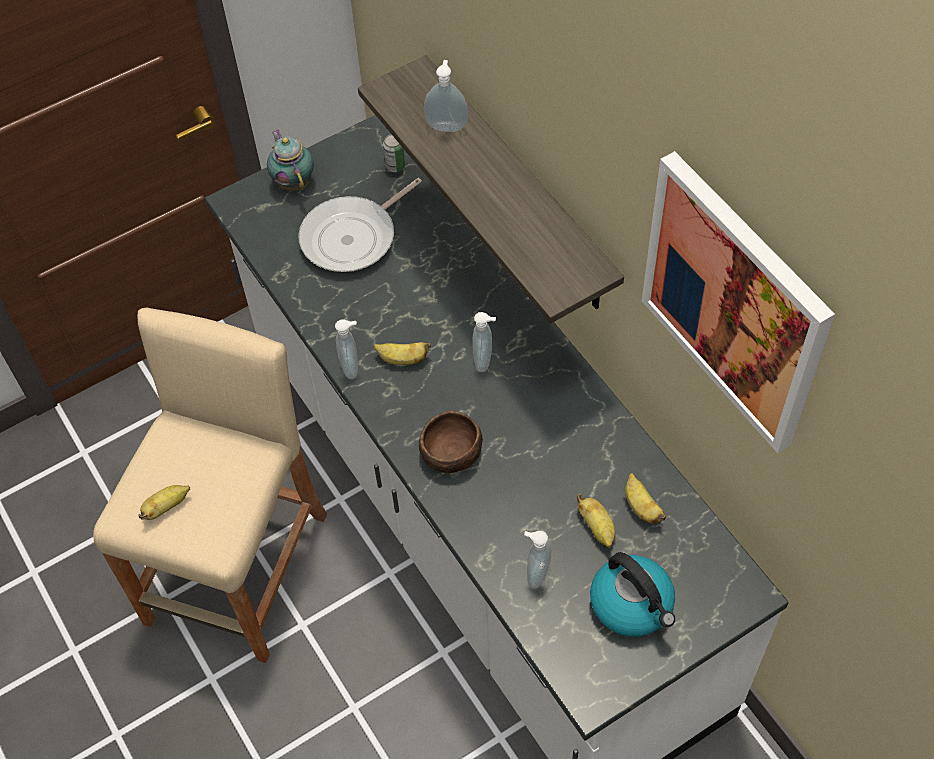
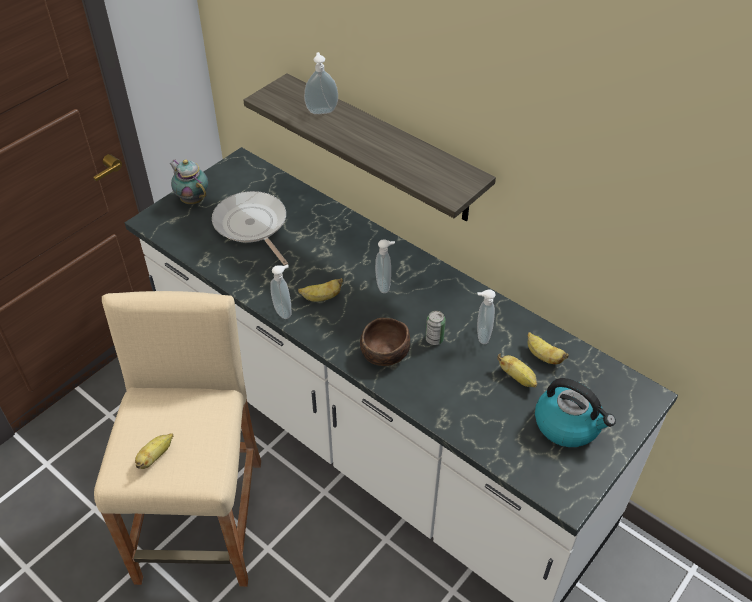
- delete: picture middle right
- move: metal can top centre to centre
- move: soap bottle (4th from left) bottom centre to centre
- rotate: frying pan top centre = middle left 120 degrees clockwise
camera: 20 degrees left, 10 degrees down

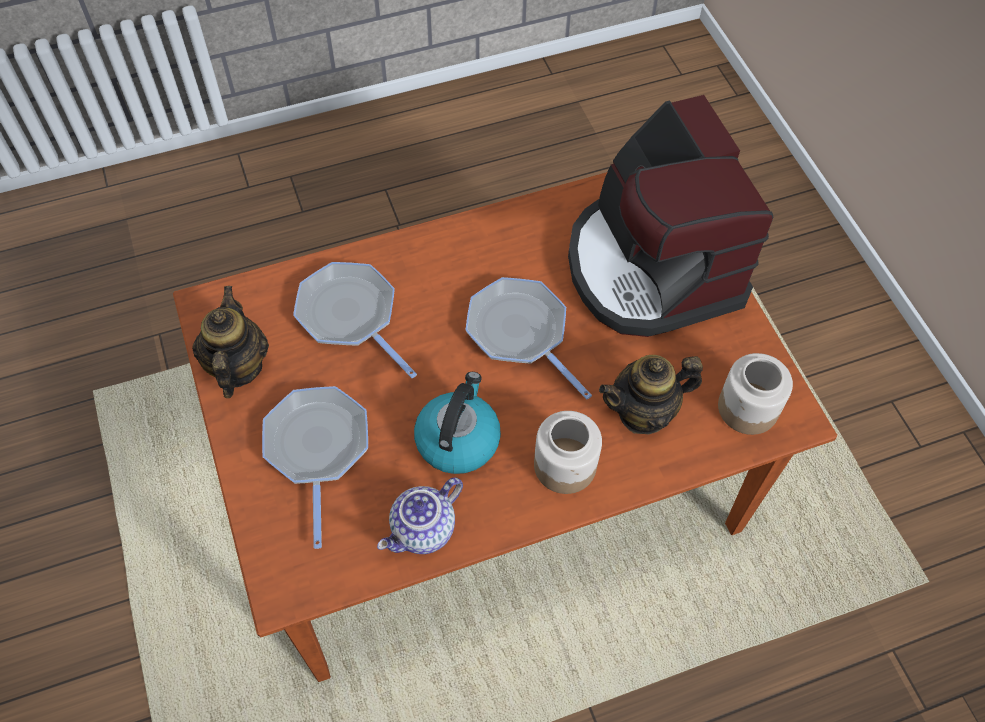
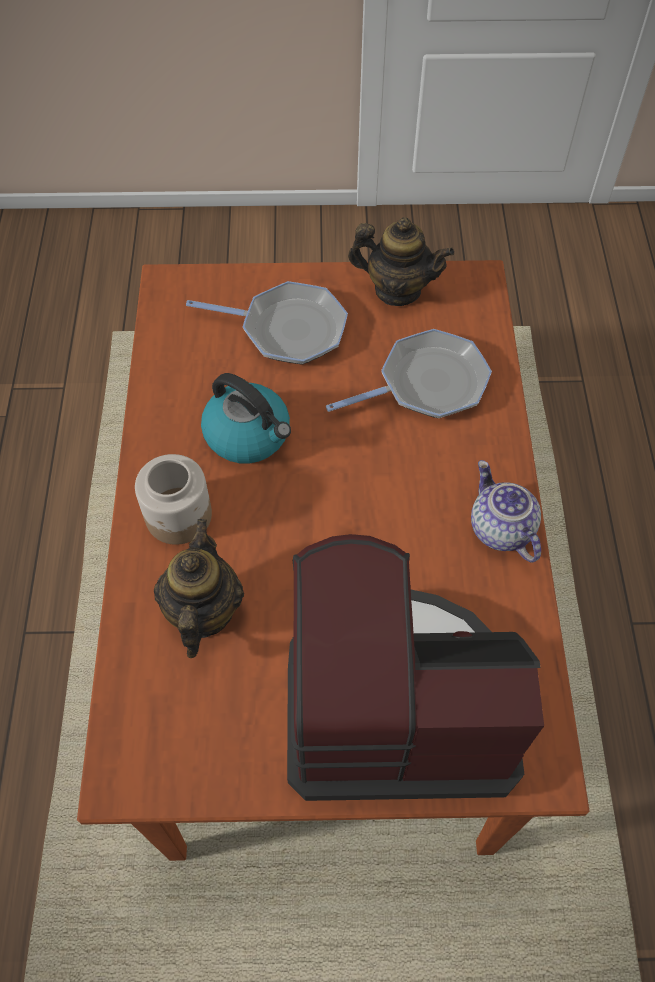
- delete: frying pan (3rd from left) centre
- delete: storage jar (2nd from left) middle right
- move: teapot (2nd from left in the first image) bottom centre to teapot (3rd from left) middle right
camera: 110 degrees right, 0 degrees up

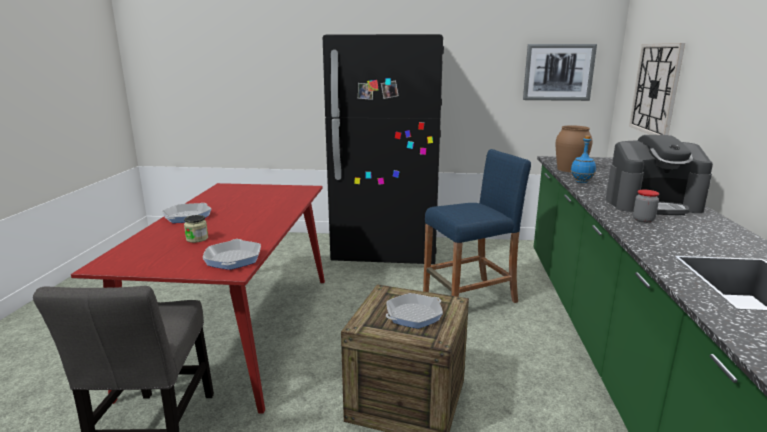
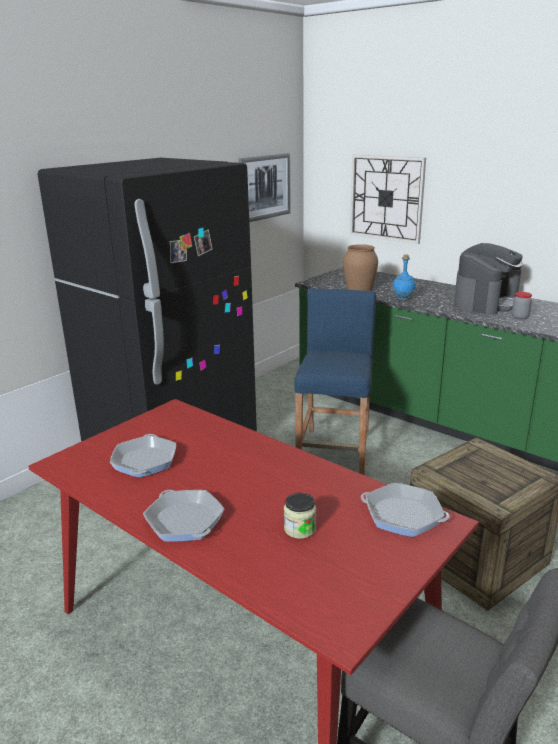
- move: frying pan (3rd from left in the first image) bottom centre to frying pan (1st from left) middle left
camera: 55 degrees left, 5 degrees up

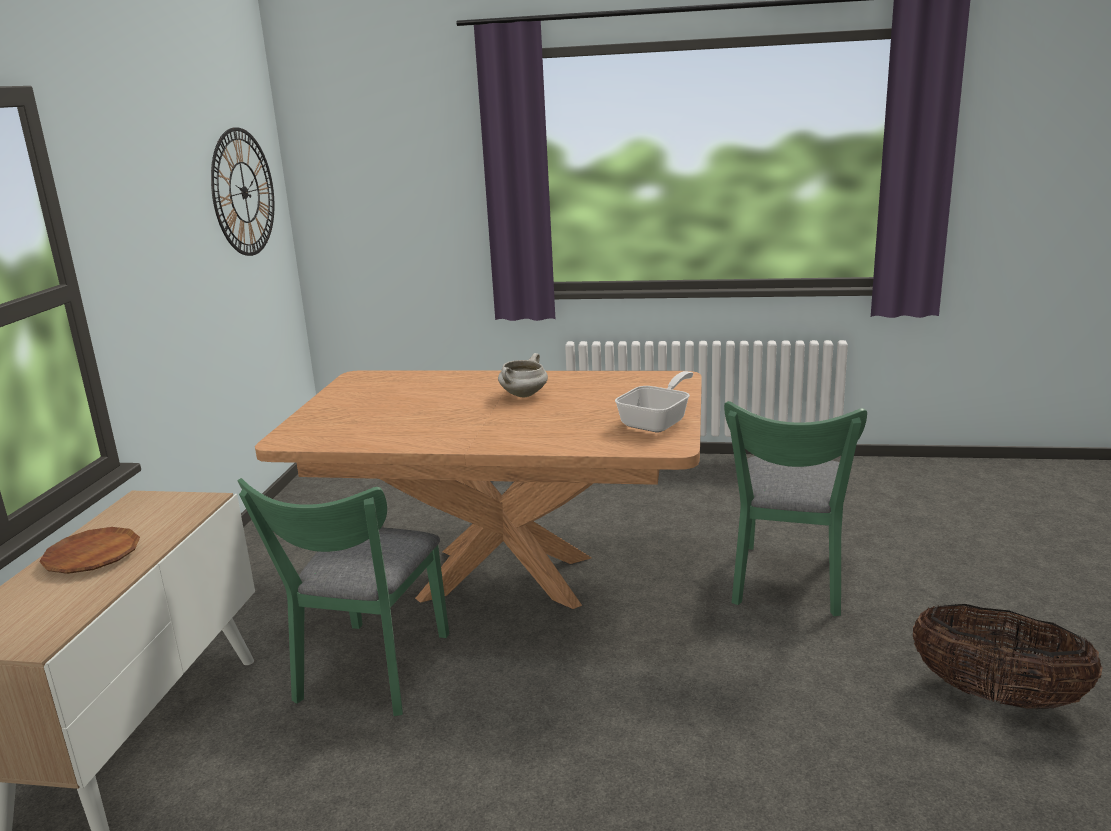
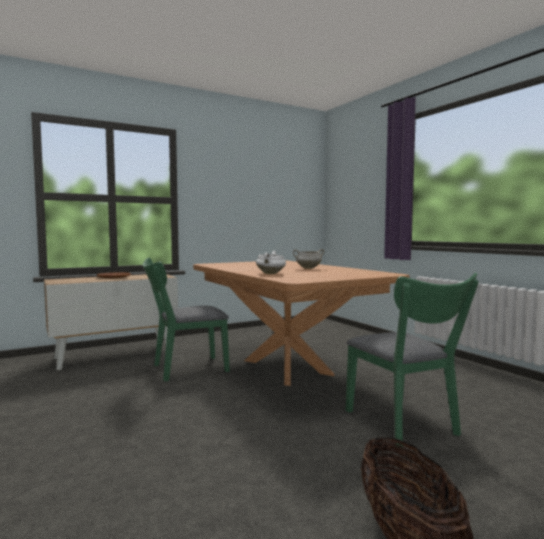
- delete: hanging clock top left
- delete: frying pan centre
- insert: stockpot in whitish (1st from left) centre
- rotate: plain chair in greenish (2nd from left) middle right = bottom right 90 degrees counterclockwise
camera: 50 degrees right, 15 degrees down

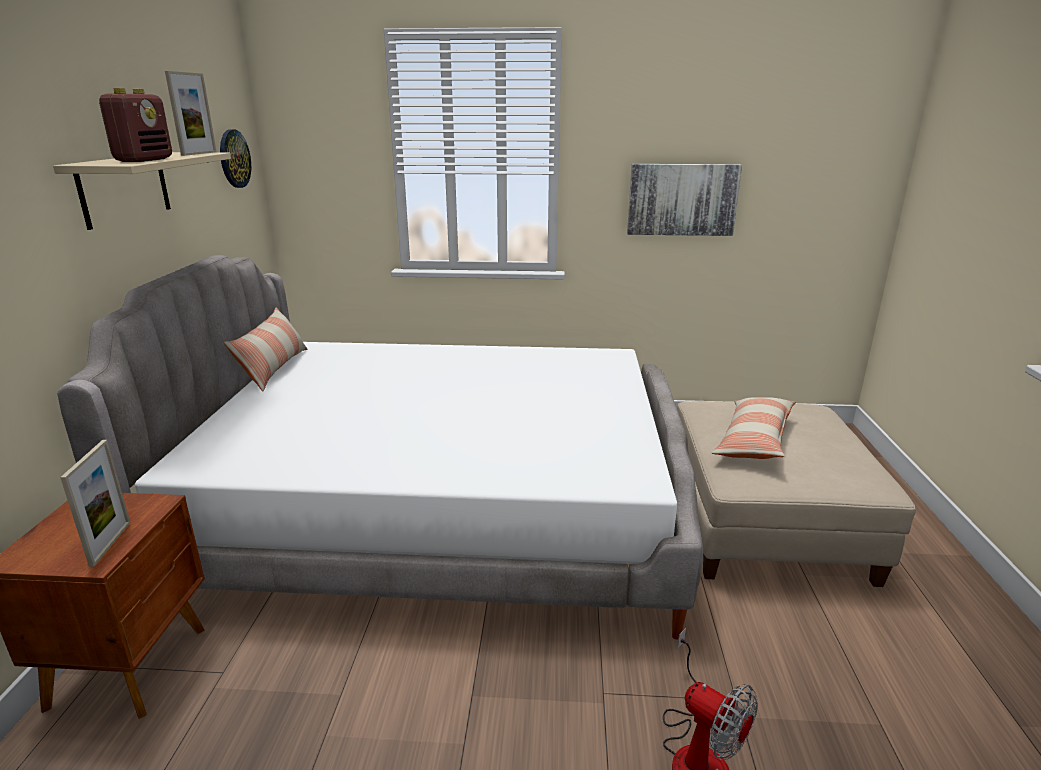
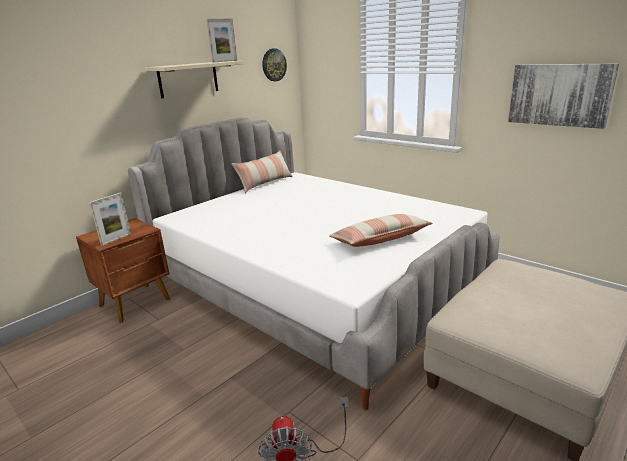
- delete: radio top left
- move: pillow (2nd from left) middle right to centre
camera: 40 degrees right, 0 degrees up

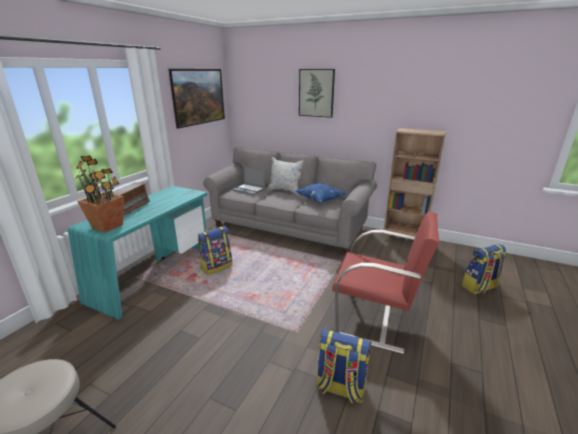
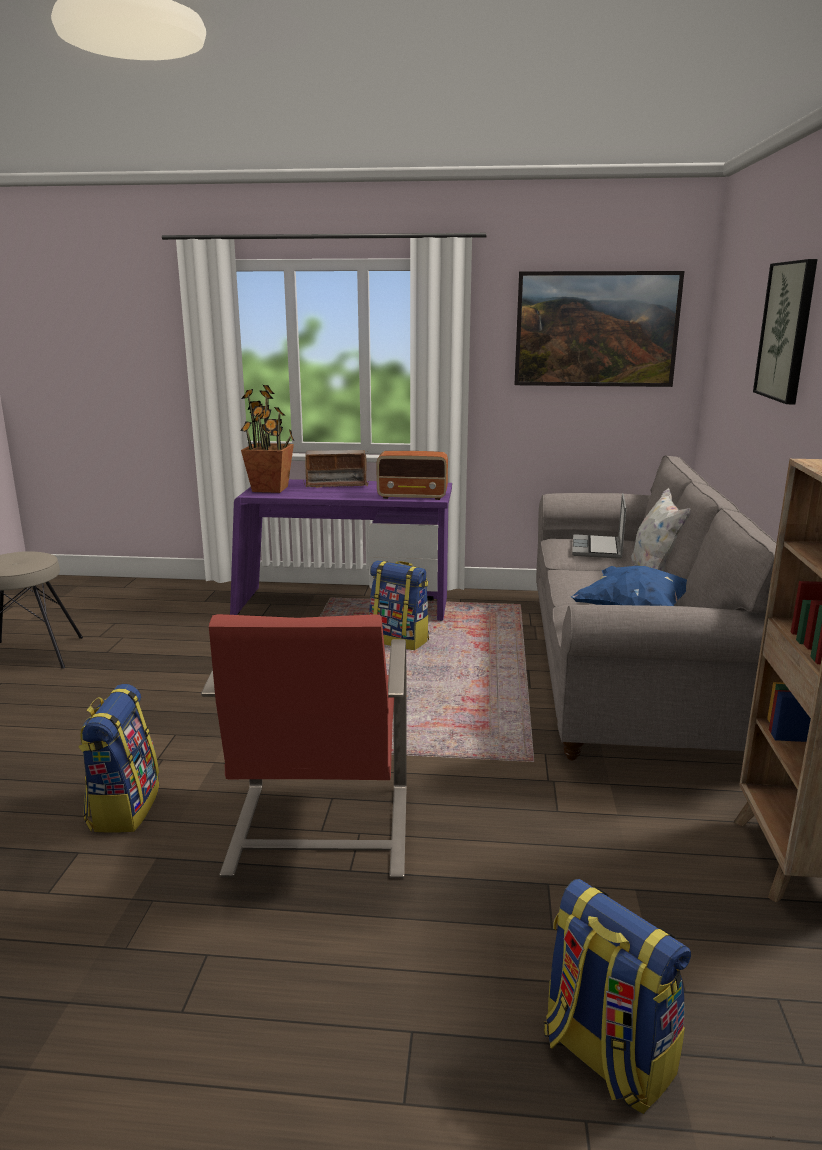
- insert: radio (2nd from left) centre
- recolor: desk in blue-green middle left to desk in purple-coloured centre
camera: 70 degrees right, 5 degrees down

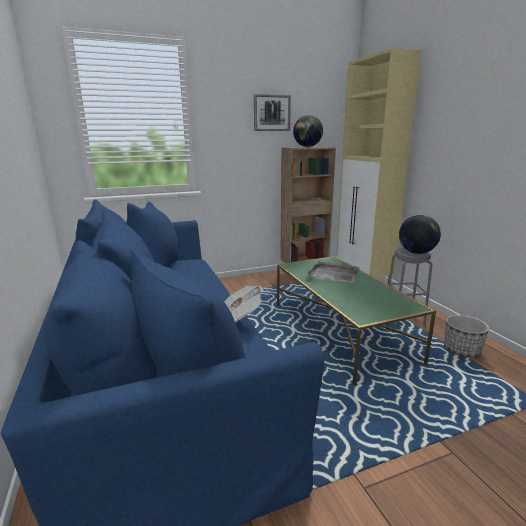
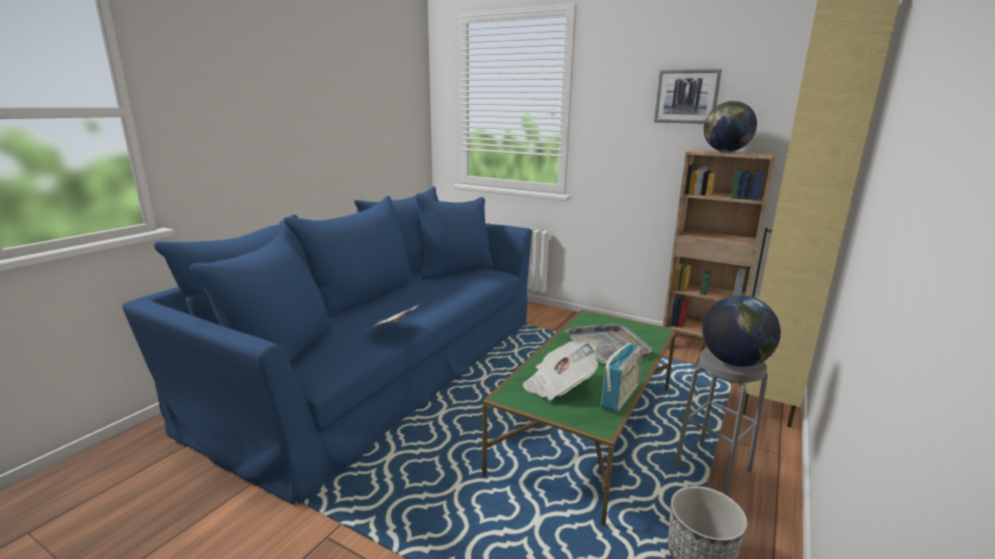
- insert: newspaper (2nd from left) centre
- insert: radio bottom centre
camera: 50 degrees right, 0 degrees up

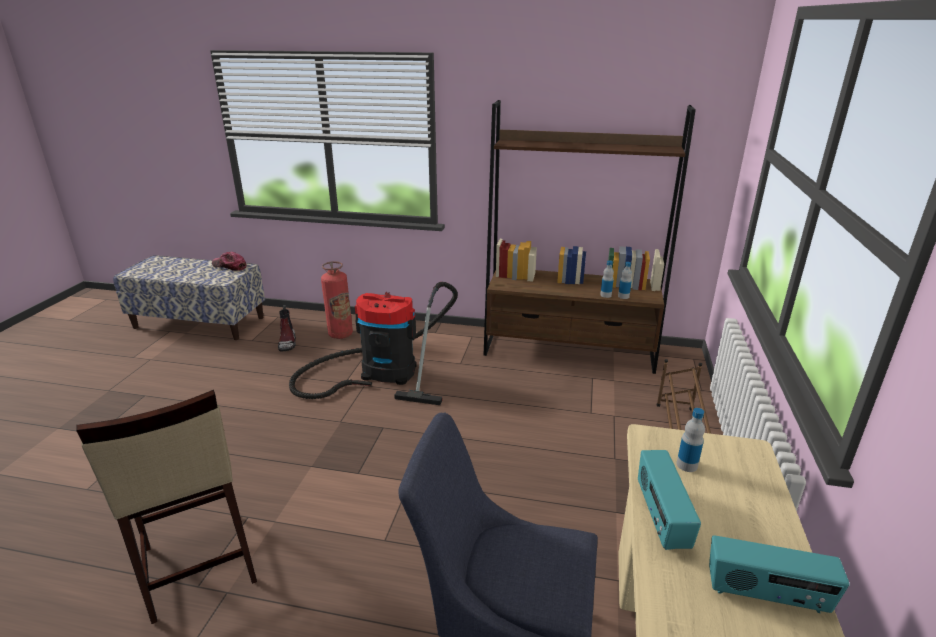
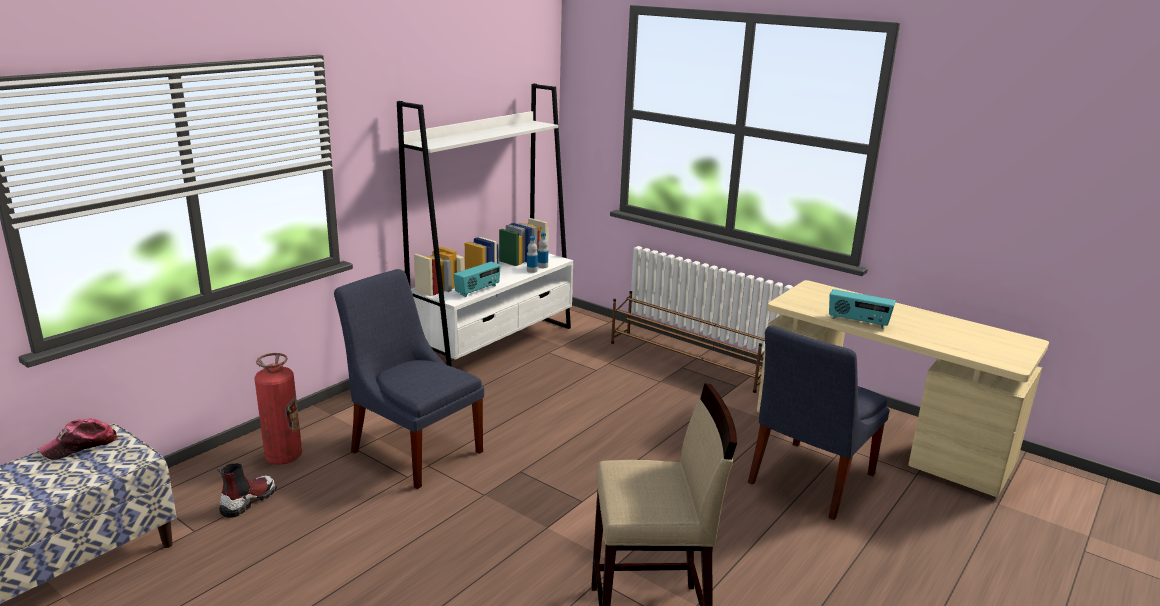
- delete: bottle (3rd from left) bottom right
- move: radio (2nd from left in the first image) bottom right to radio (1st from left) centre
- replace: vacuum centre to plain chair in bluish (1st from left) centre
- recolor: bookcase in brown-coloured centre to bookcase in whitish centre
- rotate: boot middle left = bottom left 75 degrees counterclockwise
camera: 65 degrees left, 5 degrees down

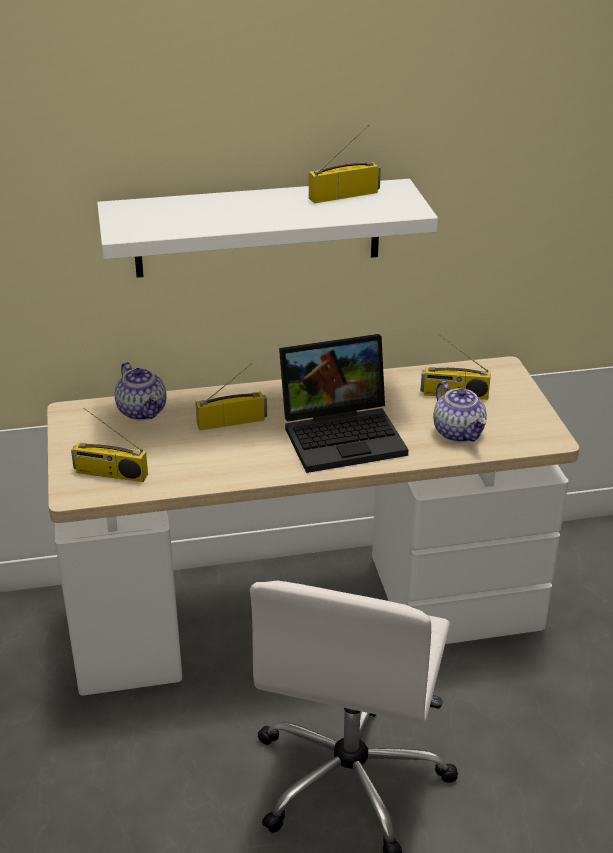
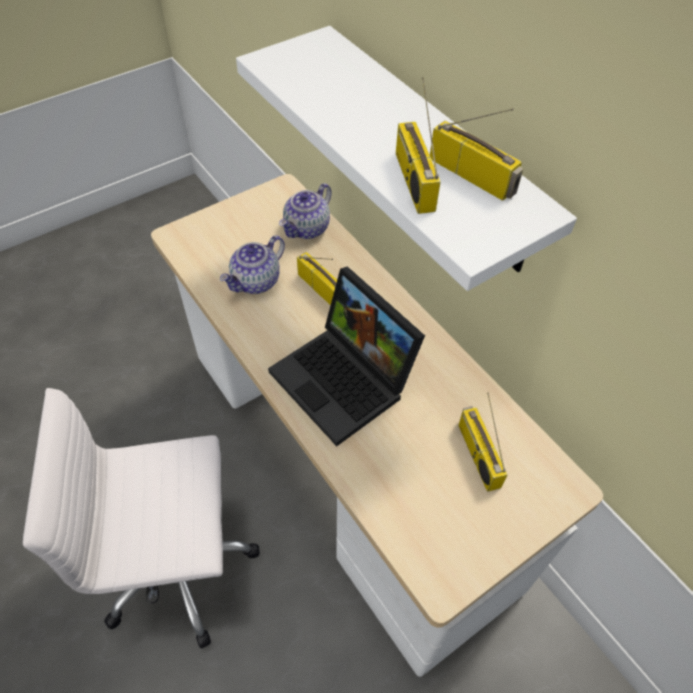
- move: radio (1st from left in the first image) middle left to radio (2nd from left) top centre
- move: teapot (2nd from left in the first image) middle right to teapot (1st from left) centre
camera: 65 degrees right, 20 degrees up

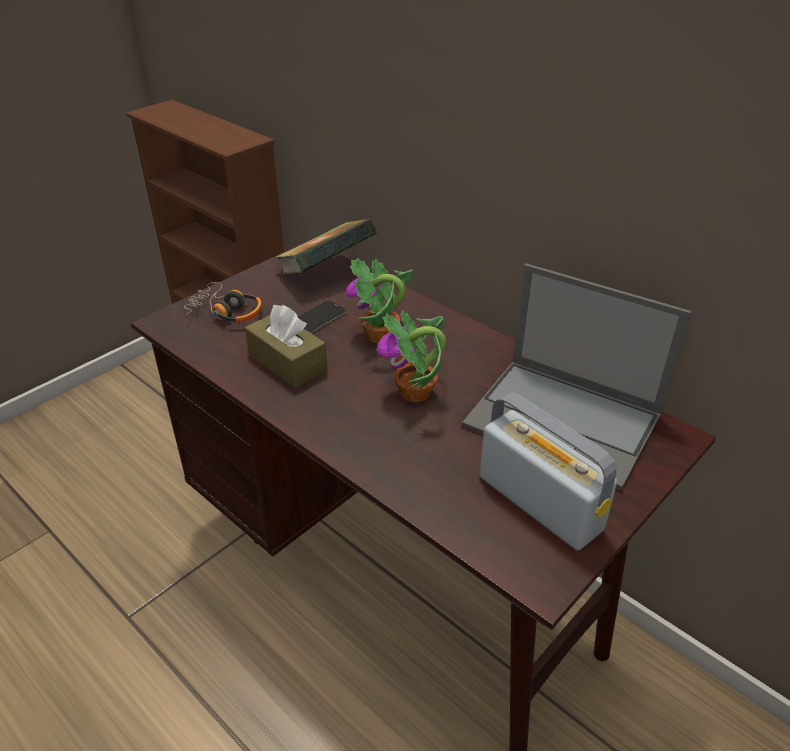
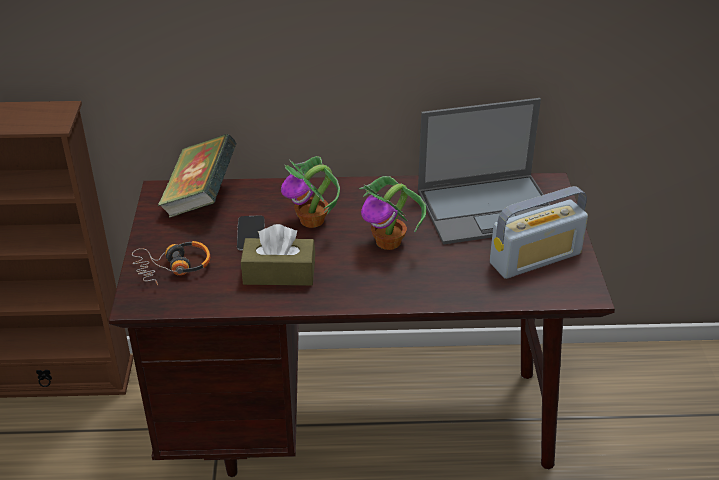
- rotate: radio middle right = middle right 150 degrees clockwise
camera: 45 degrees left, 0 degrees up

